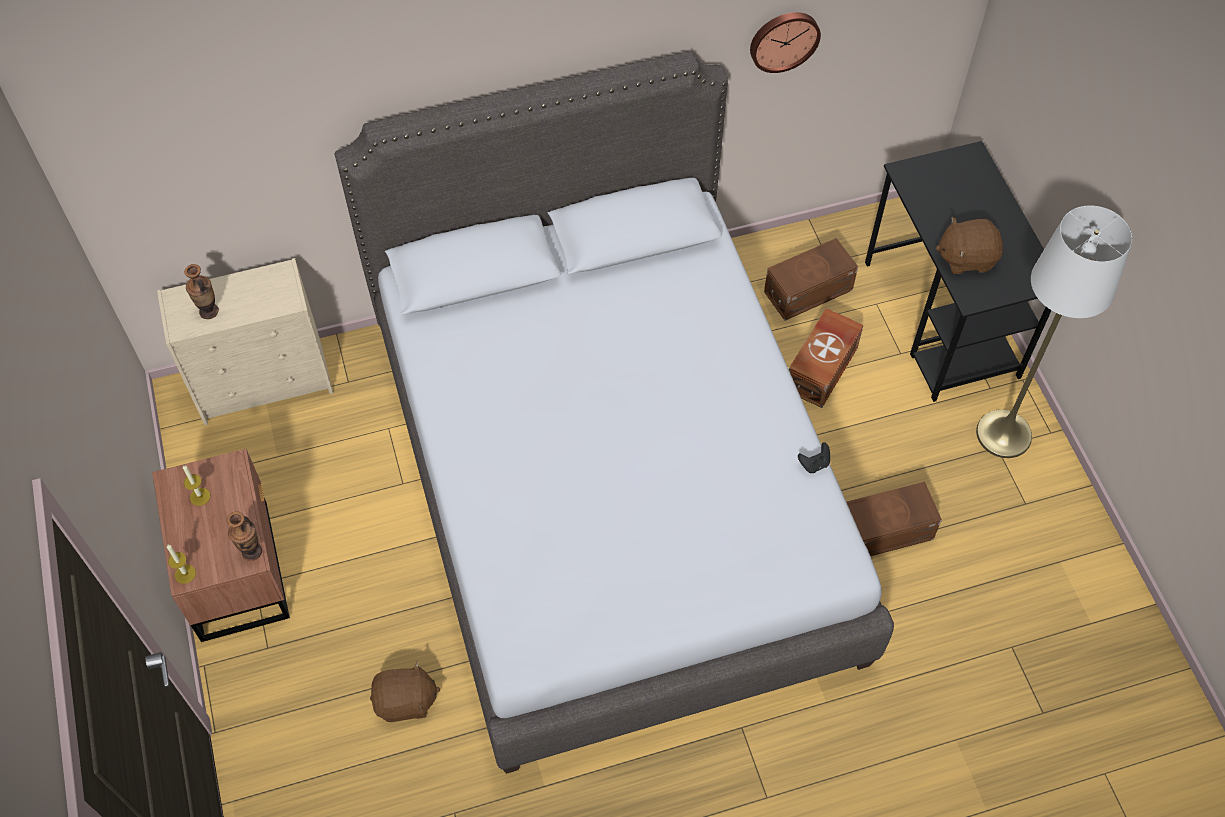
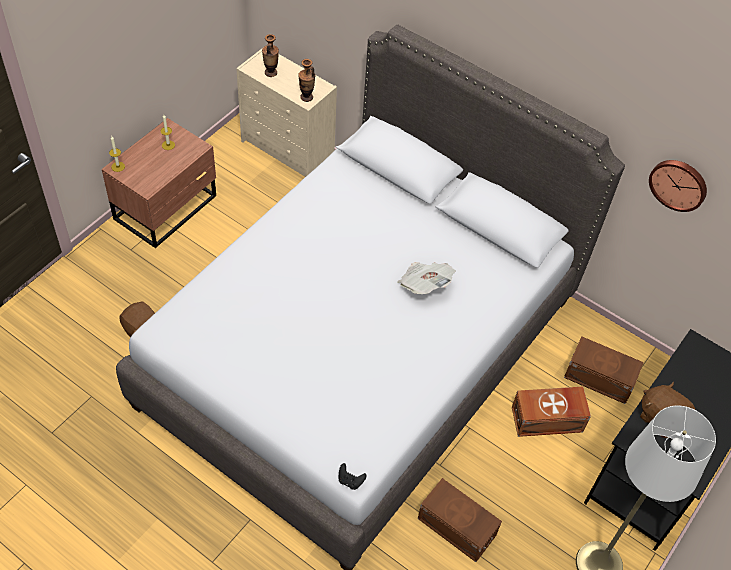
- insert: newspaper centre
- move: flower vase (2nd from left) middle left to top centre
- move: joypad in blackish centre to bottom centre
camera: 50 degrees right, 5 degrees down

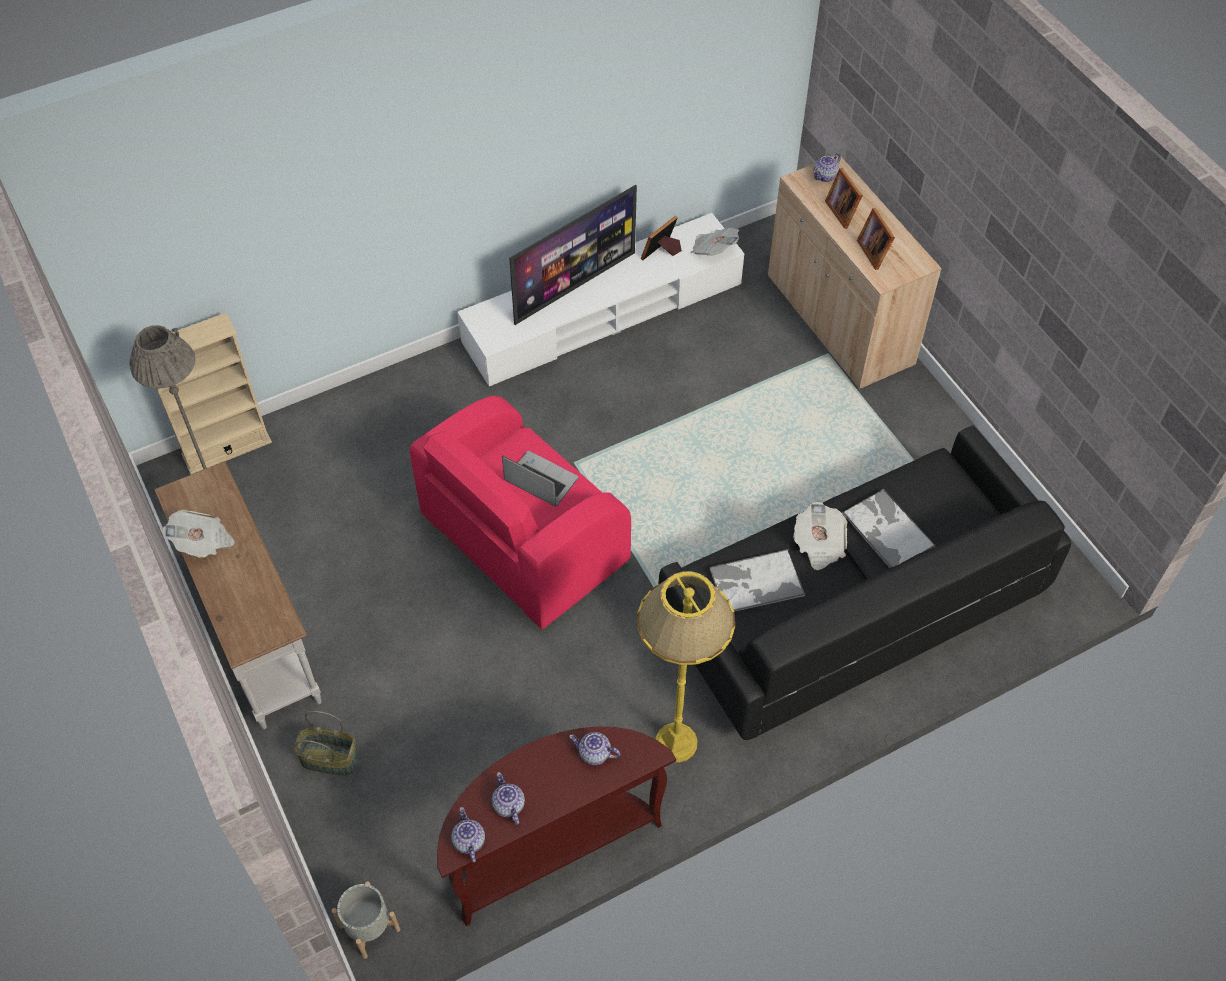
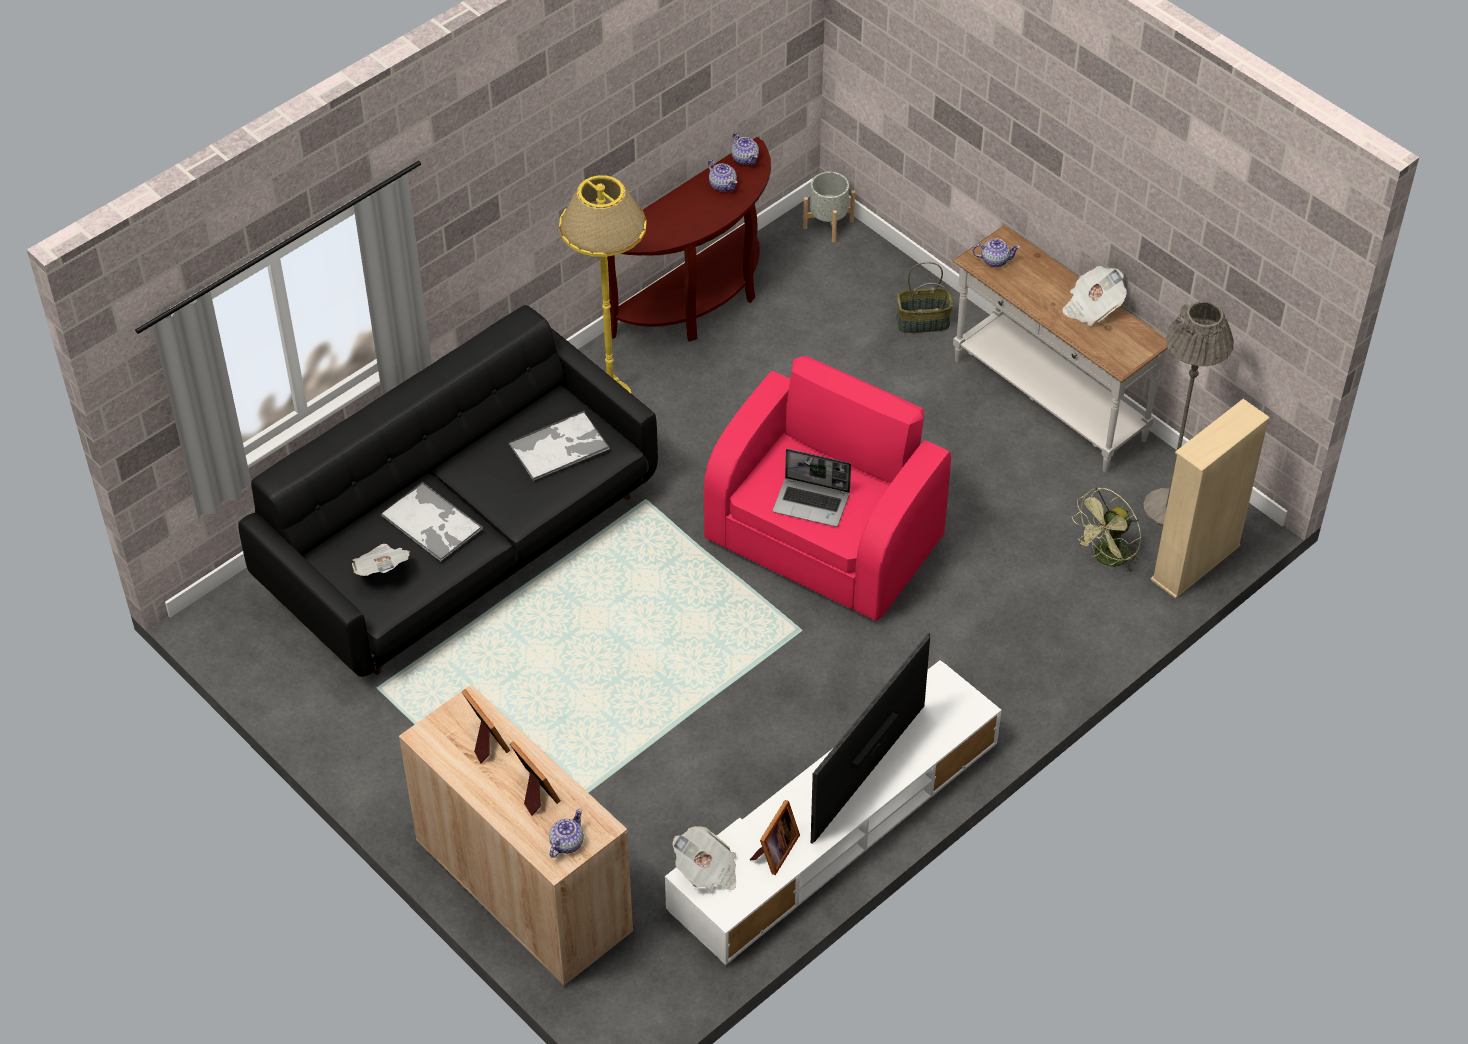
- insert: fan in greenish middle right
- move: teapot (3rd from left in the first image) bottom centre to teapot (4th from left) top right
- move: newspaper (3rd from left in the first image) middle right to newspaper (1st from left) middle left
camera: 165 degrees right, 5 degrees down

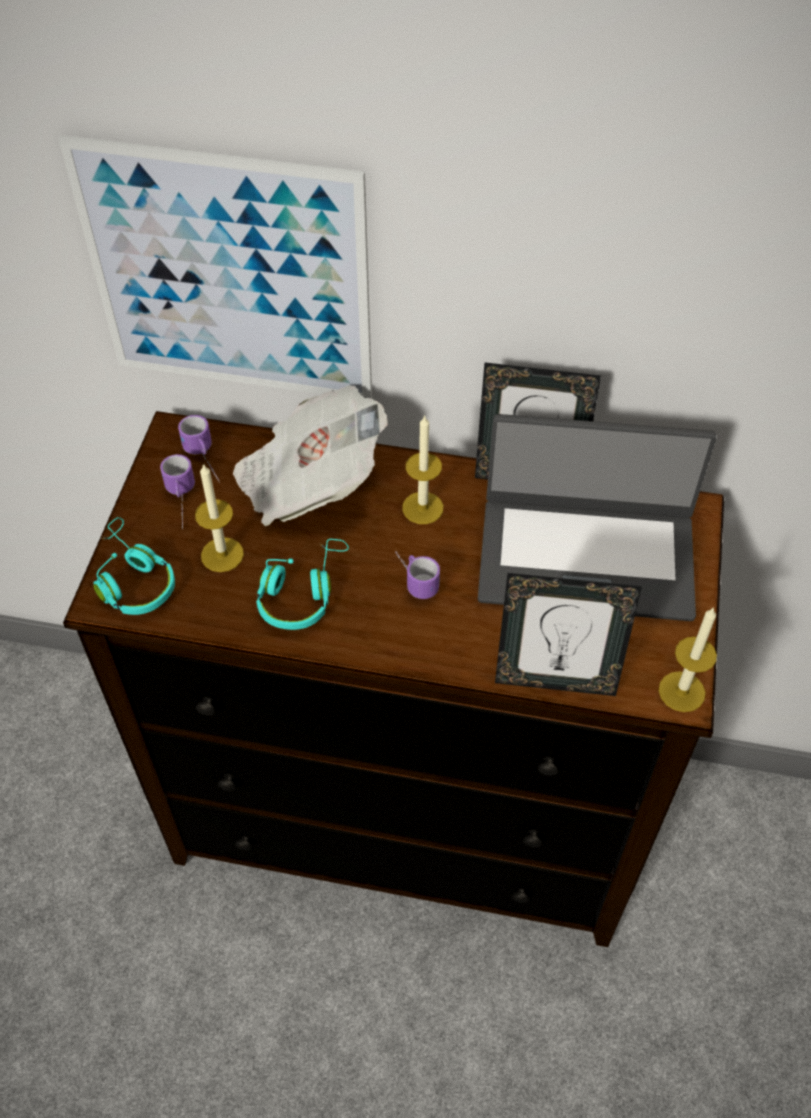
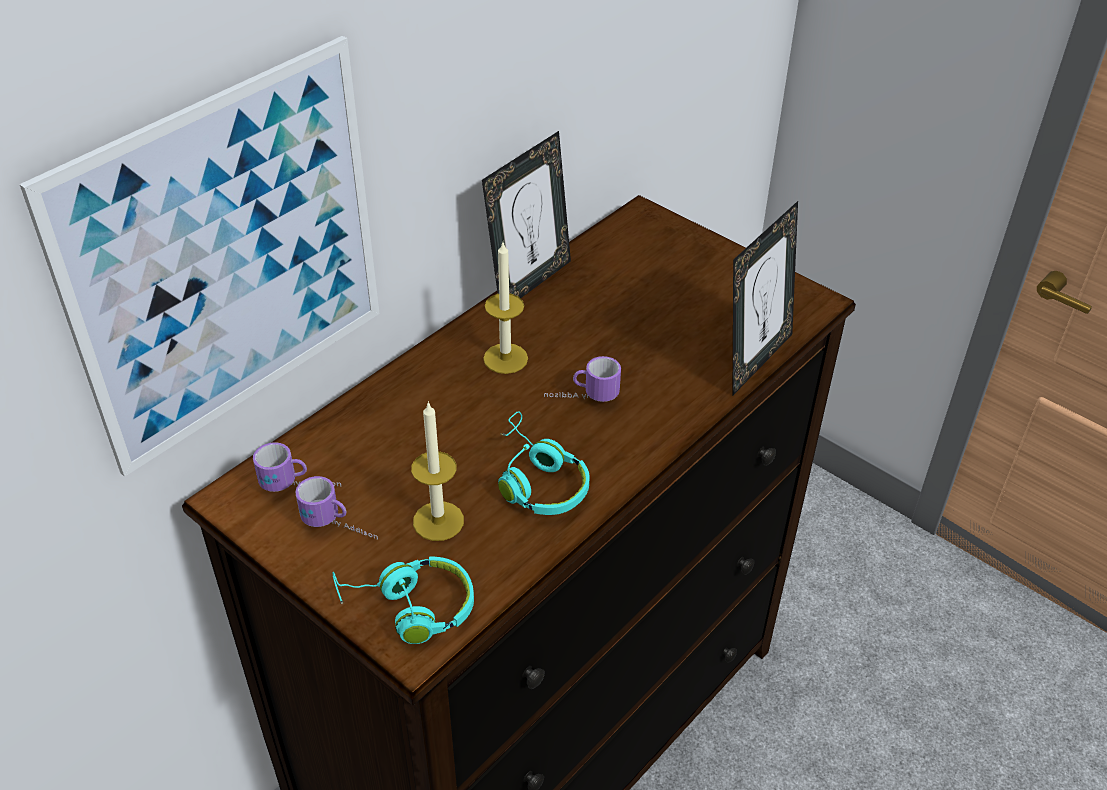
- delete: newspaper centre
- delete: laptop middle right
- delete: candle (3rd from left) middle right
camera: 60 degrees left, 10 degrees down

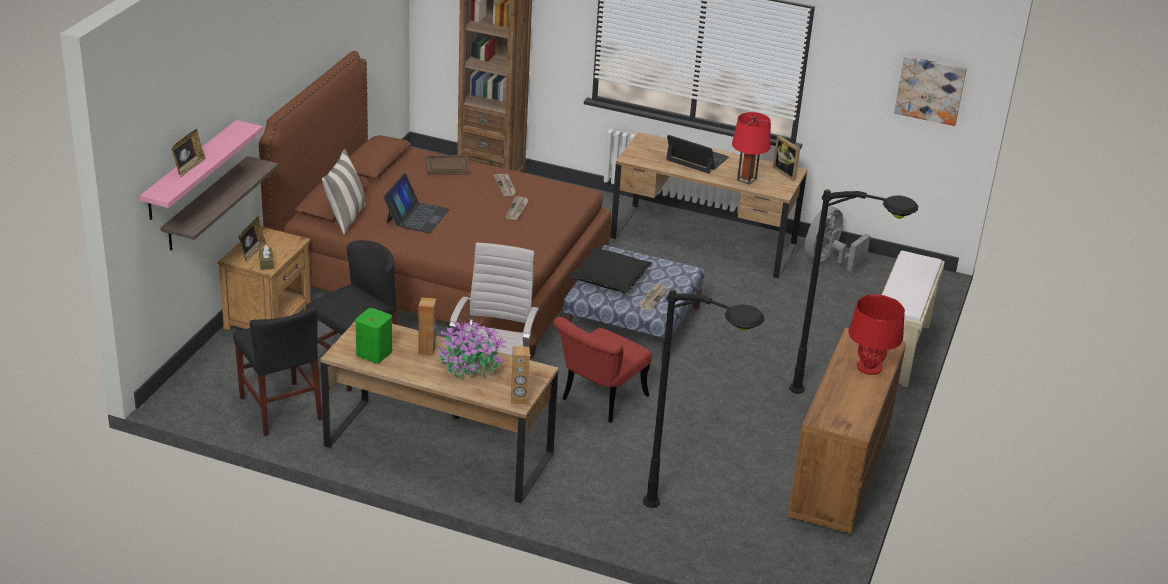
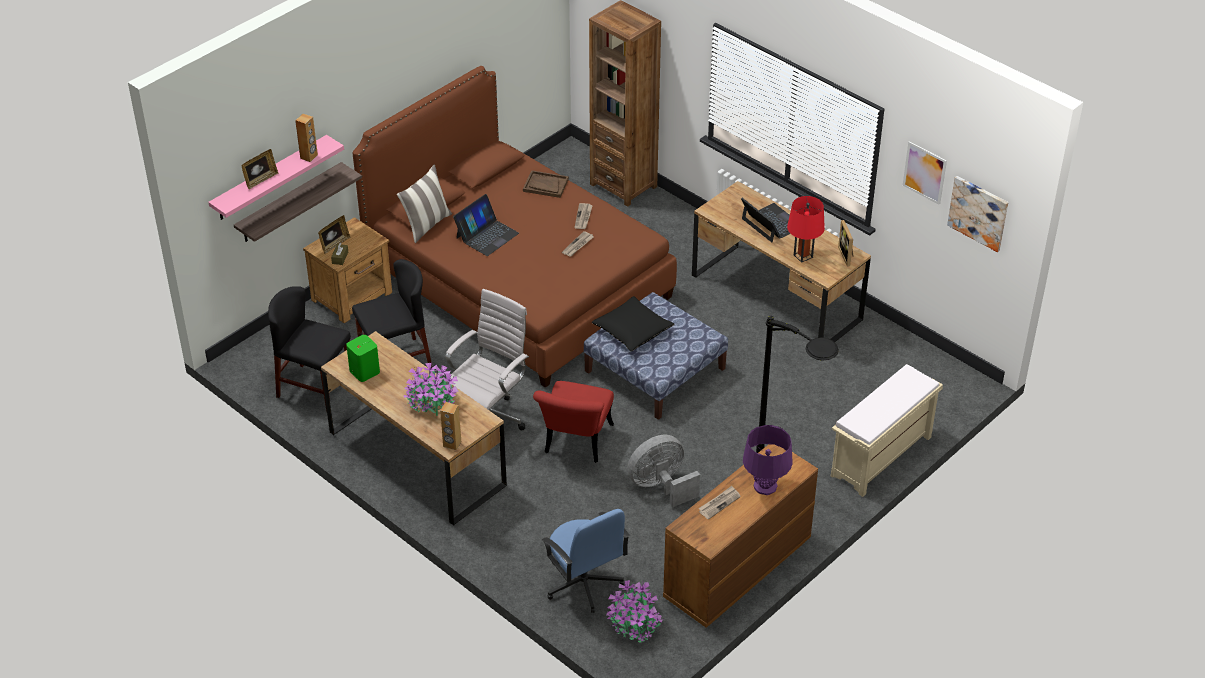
- insert: houseplant (2nd from left) bottom centre
- insert: picture (1st from left) top right
- move: loudspeaker in brown-coloured (1st from left) centre to top left
- move: newspaper (3rd from left) centre to bottom centre
- move: fan in grey middle right to bottom centre
- replace: standard lamp in blackish (1st from left) bottom centre to office chair in bluish bottom centre
- recolor: lamp for a table in red-coloured (2nd from left) middle right to lamp for a table in purple-coloured bottom centre
- rotate: plain chair in blackish (1st from left) middle left = middle left 120 degrees clockwise
- rotate: plain chair in red-coloured centre = centre 45 degrees counterclockwise
camera: 25 degrees right, 10 degrees up

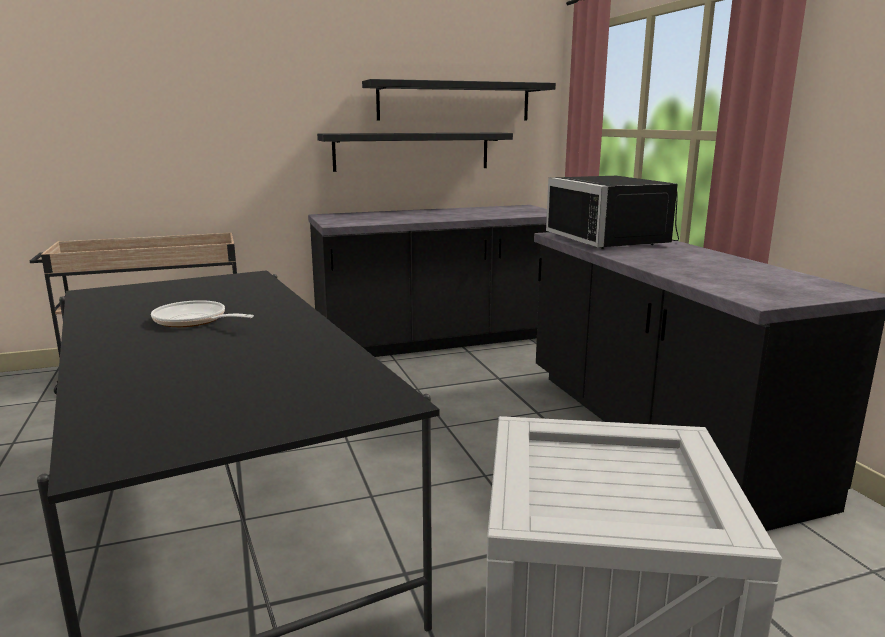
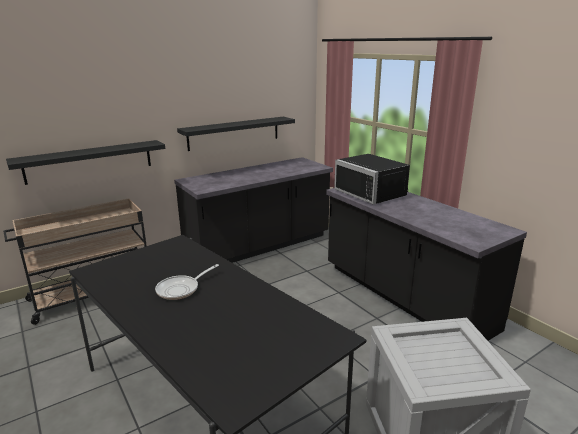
- move: shelf in blackish (2nd from left in the first image) top centre to shelf in blackish (1st from left) middle left
- rotate: frying pan middle left = middle left 60 degrees counterclockwise
camera: 15 degrees left, 5 degrees up

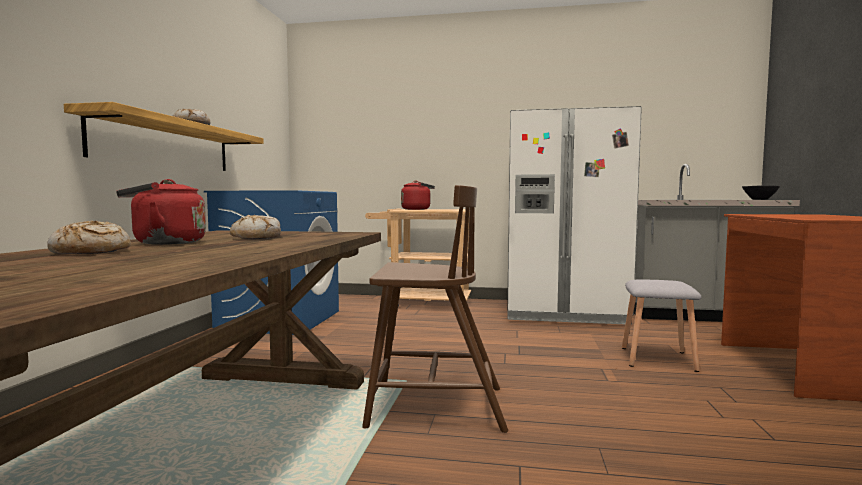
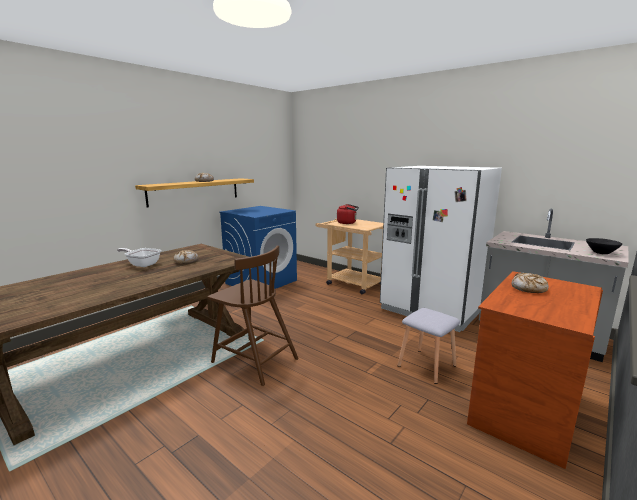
- move: baked bread (1st from left in the first image) middle left to baked bread (3rd from left) middle right
- replace: kettle in red-coloured (1st from left) middle left to frying pan middle left
camera: 30 degrees right, 10 degrees up

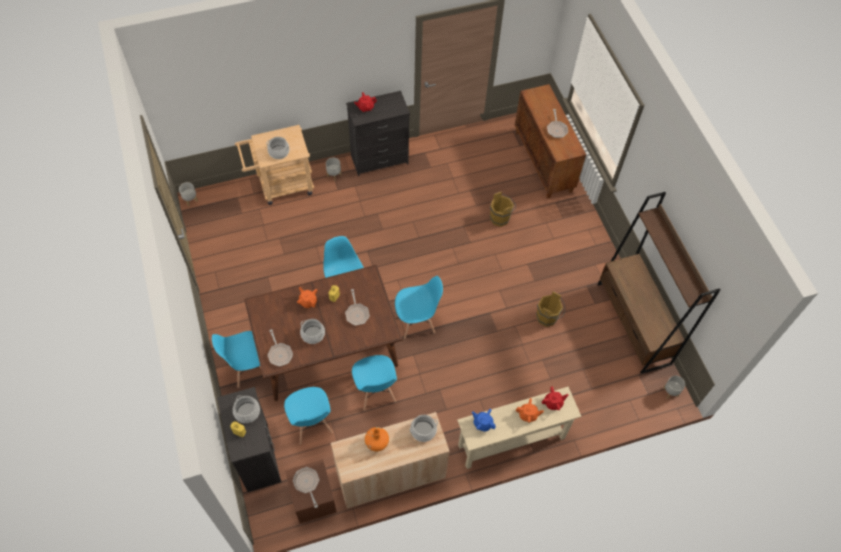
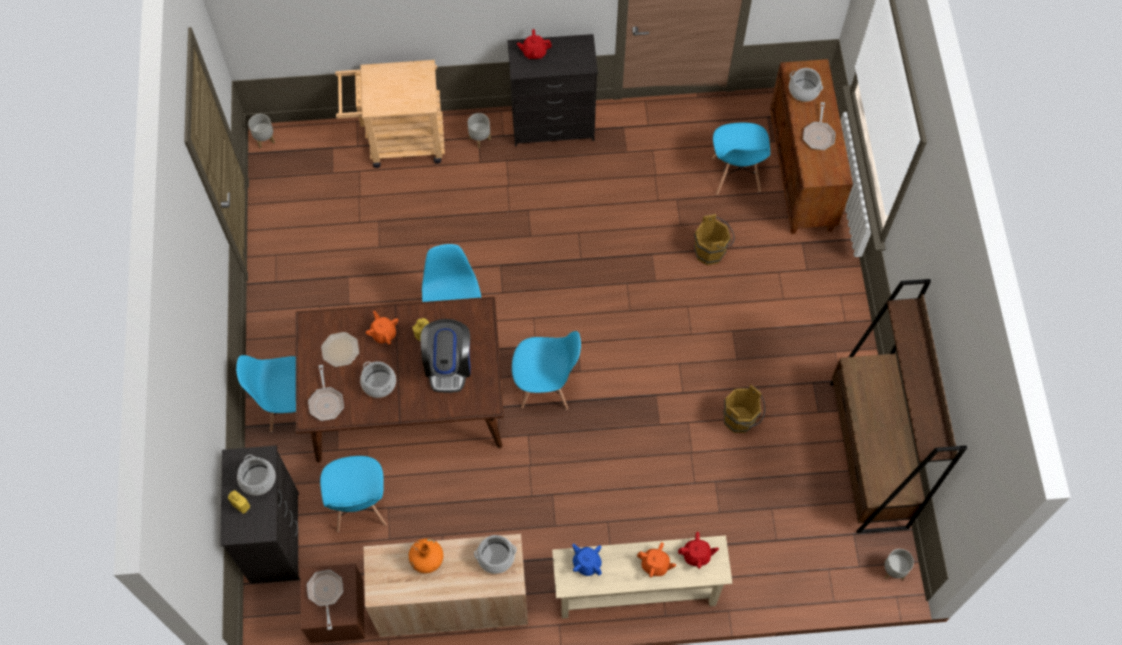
- insert: flat dish middle left
- move: stockpot (2nd from left in the first image) top left to stockpot (4th from left) top right
- move: plain chair in bluish (4th from left in the first image) bottom centre to plain chair in bluish (5th from left) top centre
- replace: frying pan (3rd from left) centre to coffee maker centre
camera: 15 degrees right, 5 degrees up

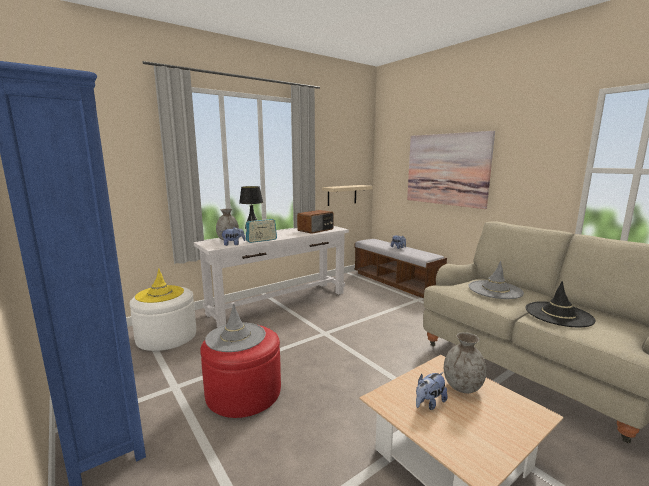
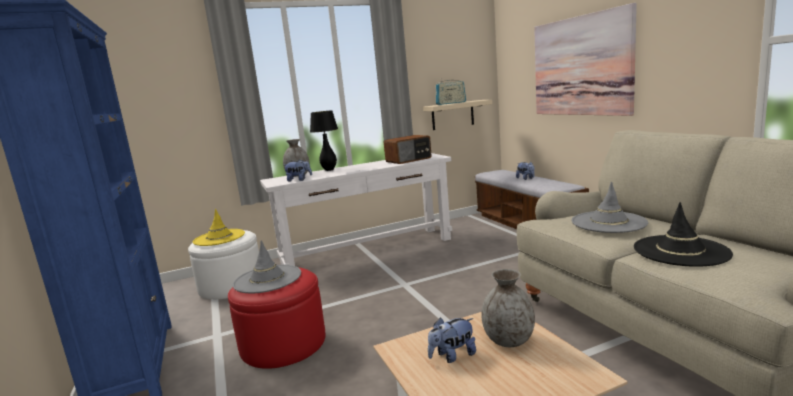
- move: radio (1st from left in the first image) centre to radio (2nd from left) top centre
camera: 15 degrees right, 0 degrees up

